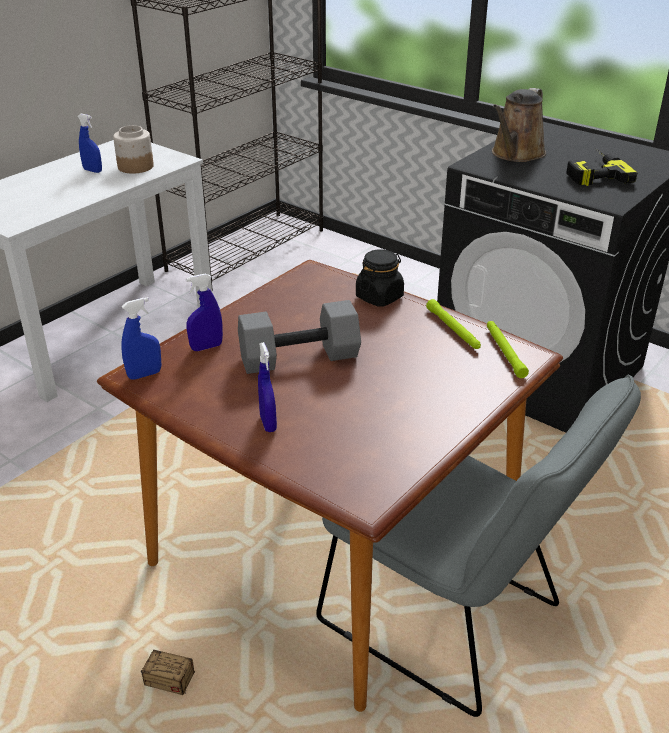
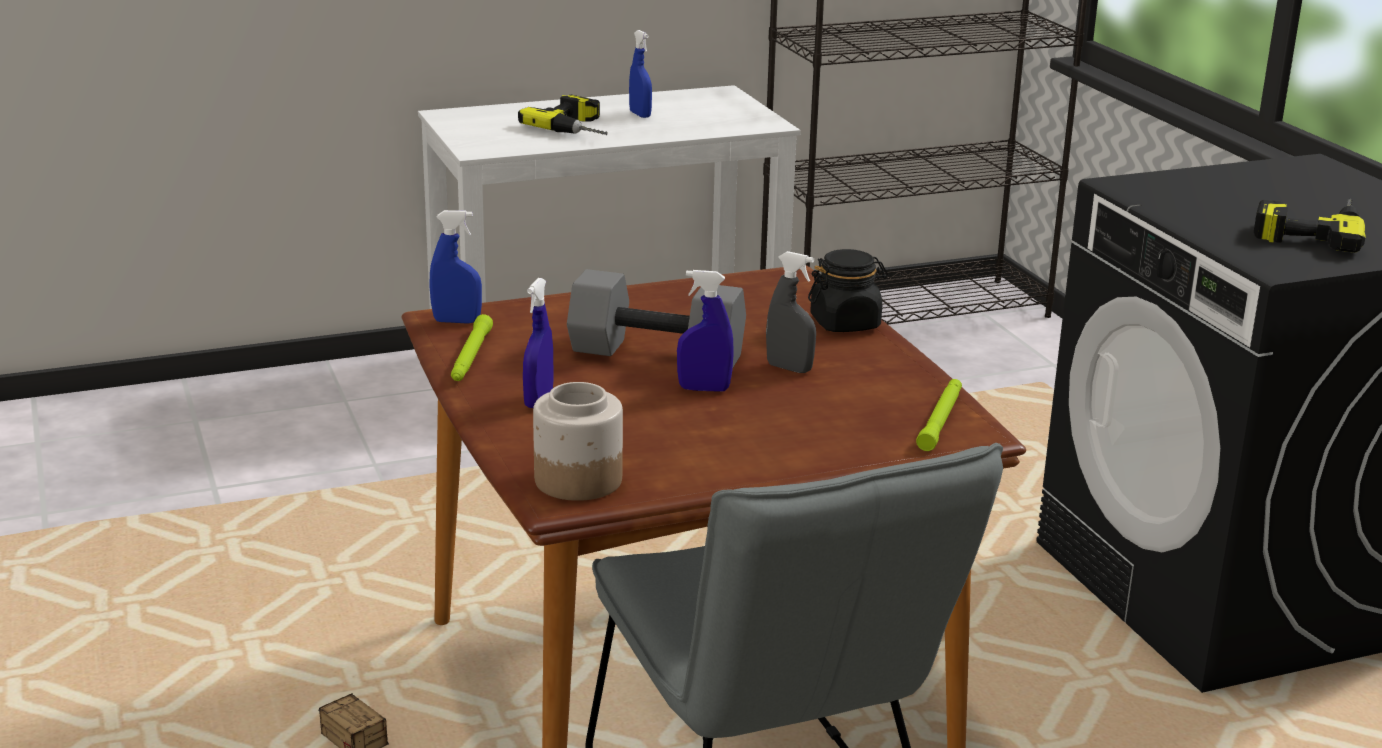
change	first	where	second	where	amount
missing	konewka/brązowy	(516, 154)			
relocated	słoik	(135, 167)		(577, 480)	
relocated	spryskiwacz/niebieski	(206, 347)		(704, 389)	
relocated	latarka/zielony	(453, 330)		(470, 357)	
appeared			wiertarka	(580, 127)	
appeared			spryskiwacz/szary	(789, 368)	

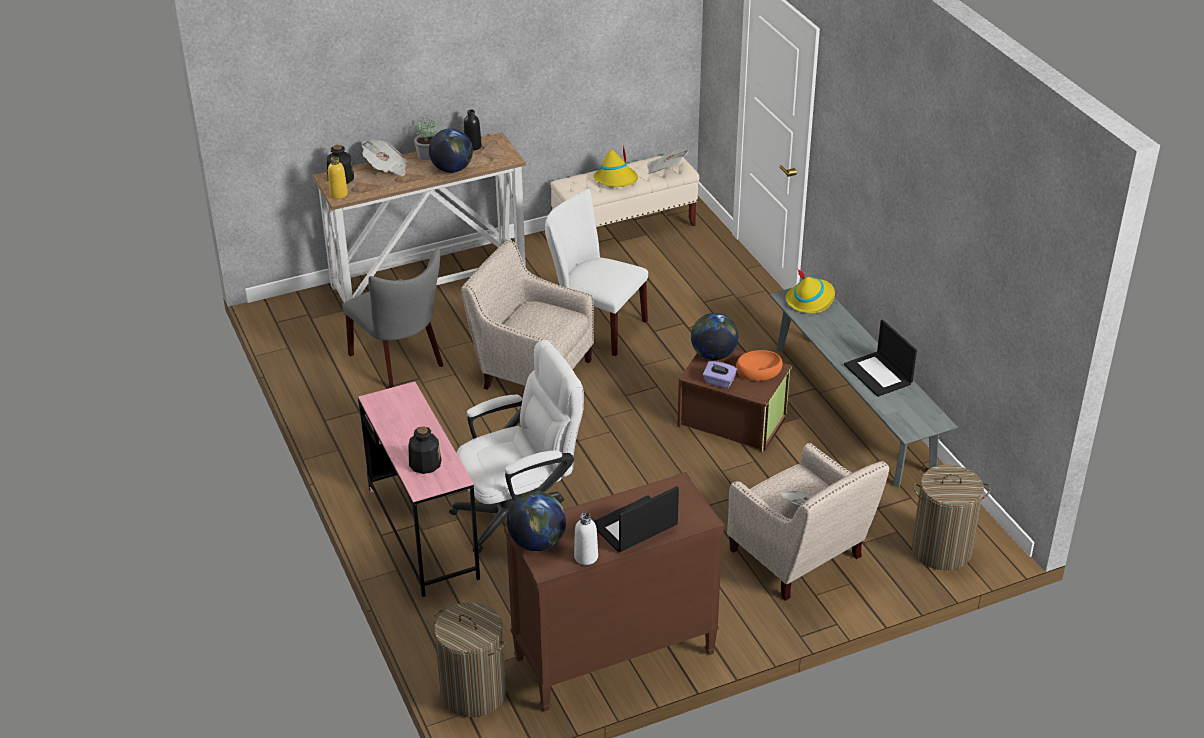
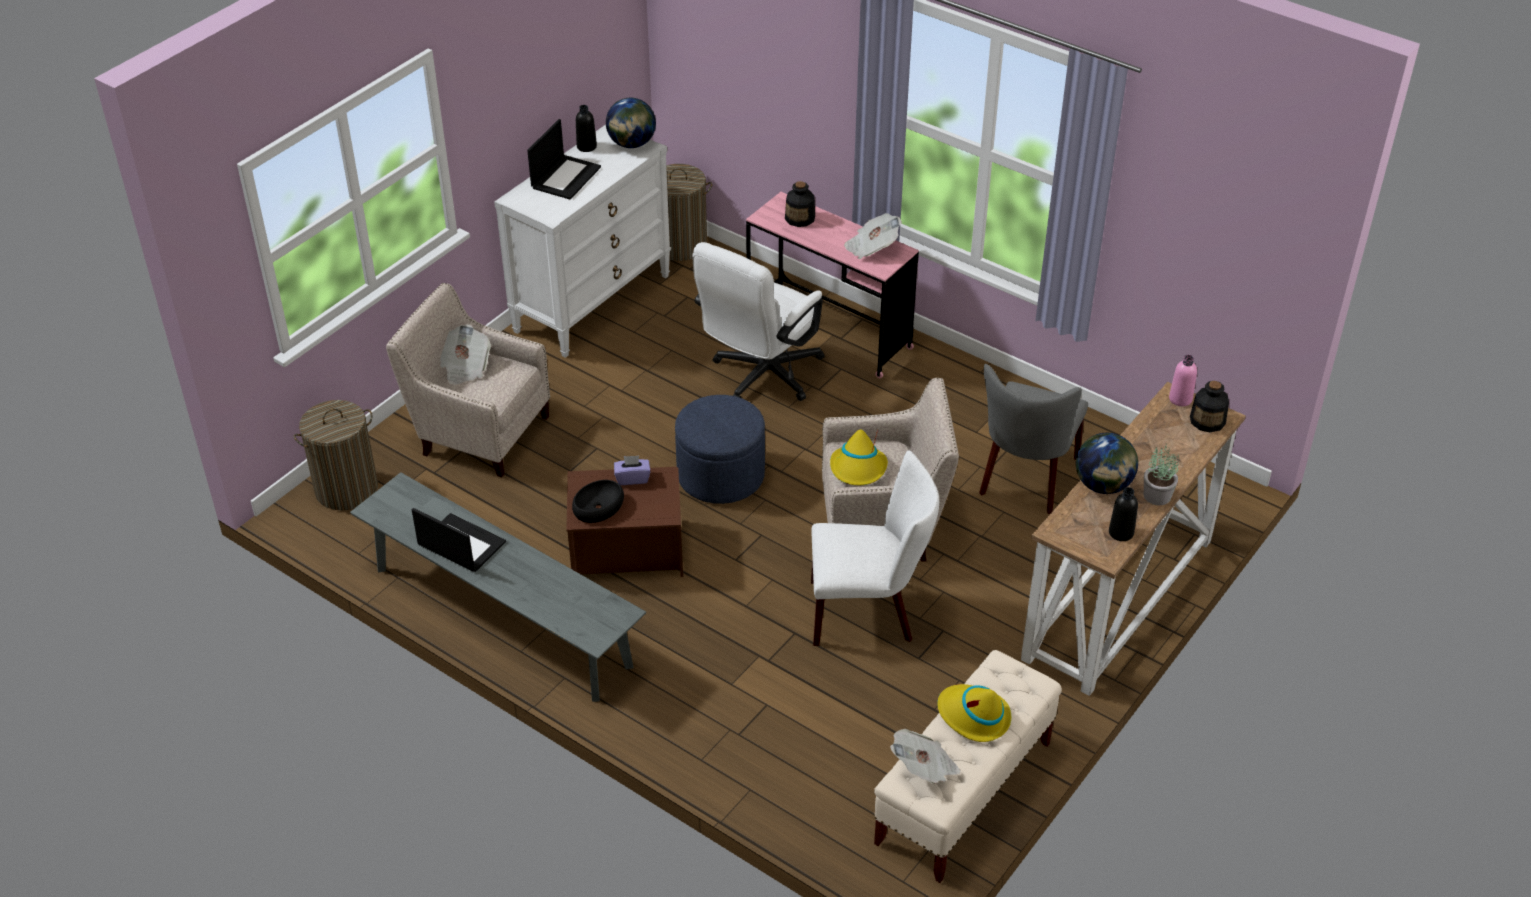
change	first	where	second	where	amount
relocated	gazeta	(386, 168)		(871, 248)	
colour	butelka/żółty	(338, 194)	butelka/różowy	(1180, 399)	
spun	krzesło/szary	(401, 362)		(1026, 480)	90 degrees counterclockwise
relocated	kapelusz/żółty	(810, 300)		(858, 469)	
missing	globus	(713, 355)			
colour	miska/pomarańczowy	(758, 371)	miska/czarny	(598, 507)	
colour	komoda/brązowy	(613, 656)	komoda/biały	(592, 302)	
colour	butelka/biały	(586, 557)	butelka/czarny	(586, 146)	
appeared			pufa/niebieski	(720, 475)	

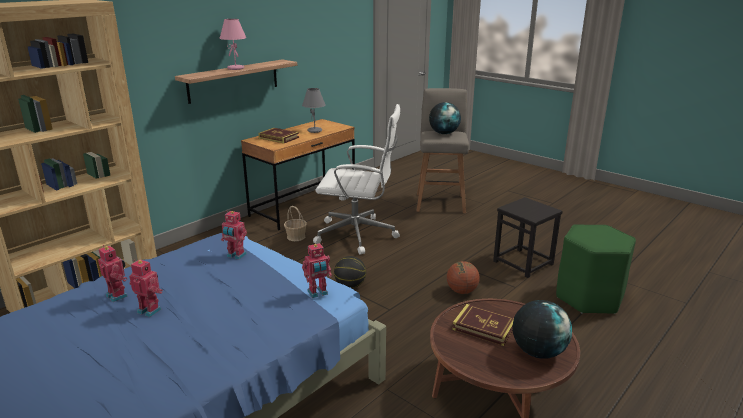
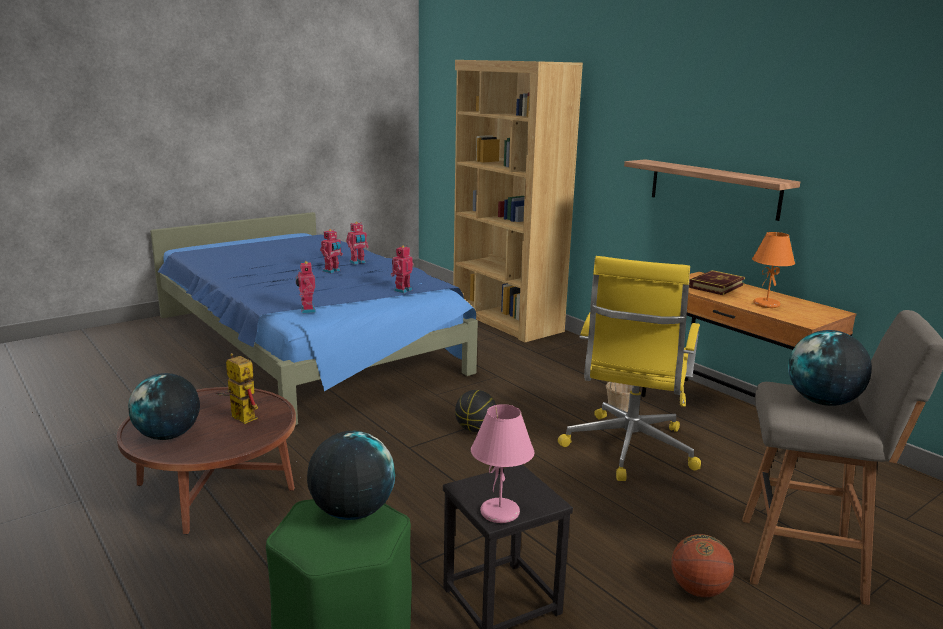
change	first	where	second	where	amount
relocated	lampa stołowa/różowy	(236, 68)		(500, 513)	
colour	lampa stołowa/szary	(315, 131)	lampa stołowa/pomarańczowy	(766, 304)	
colour	krzesło biurowe/biały	(358, 235)	krzesło biurowe/żółty	(628, 450)	
relocated	piłka do koszykówki	(462, 291)		(698, 590)	
exchanged	książka	(484, 327)	robot zabawkowy	(238, 417)	
appeared			globus	(352, 512)	

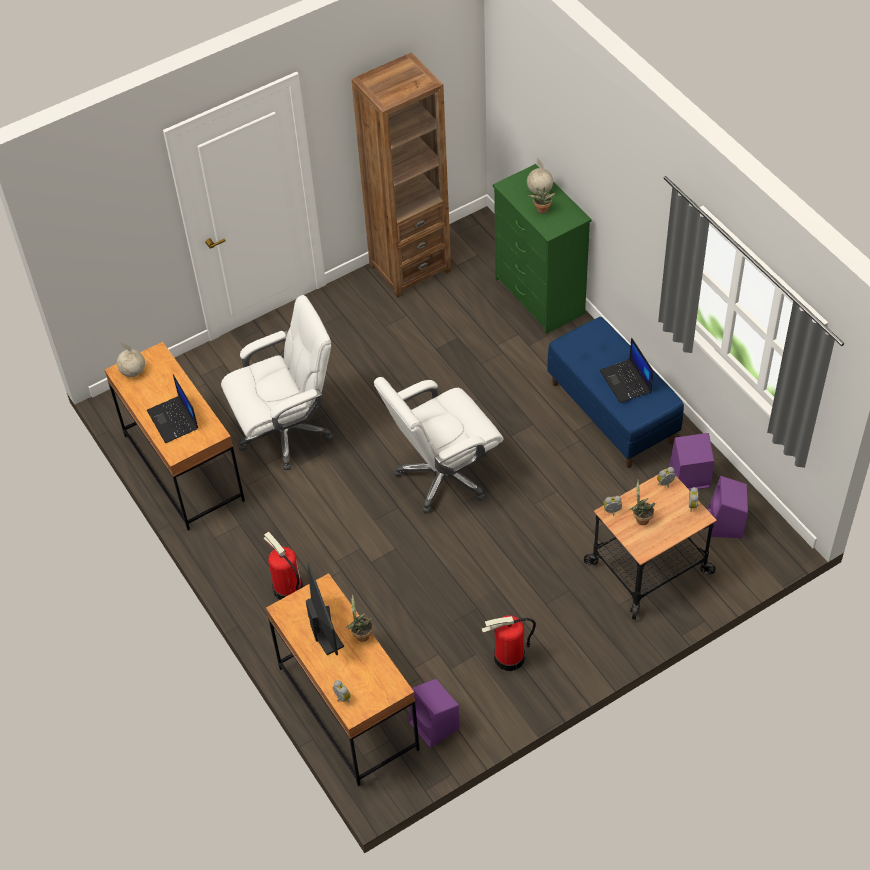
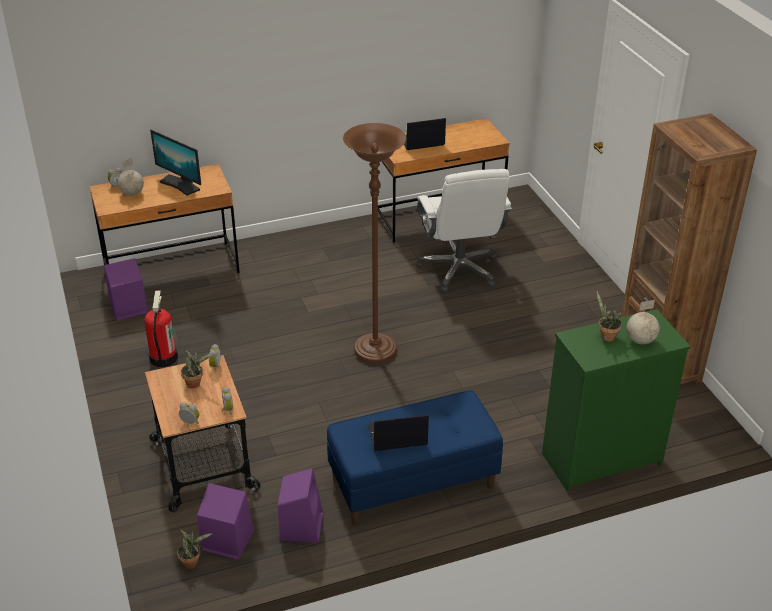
change	first	where	second	where	amount
relocated	globus	(133, 371)		(132, 193)	
exchanged	krzesło biurowe/biały	(443, 476)	lampa stojąca/brązowy	(375, 350)	
missing	gaśnica	(287, 588)			
spun	monitor	(324, 630)		(180, 185)	45 degrees clockwise
relocated	roślina doniczkowa	(361, 634)		(192, 562)	

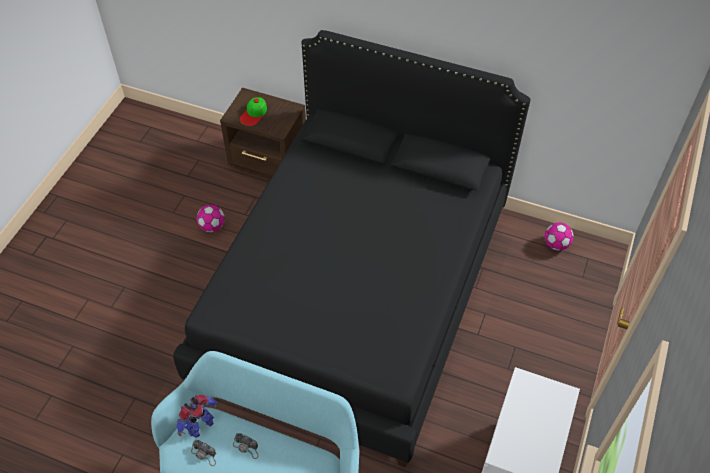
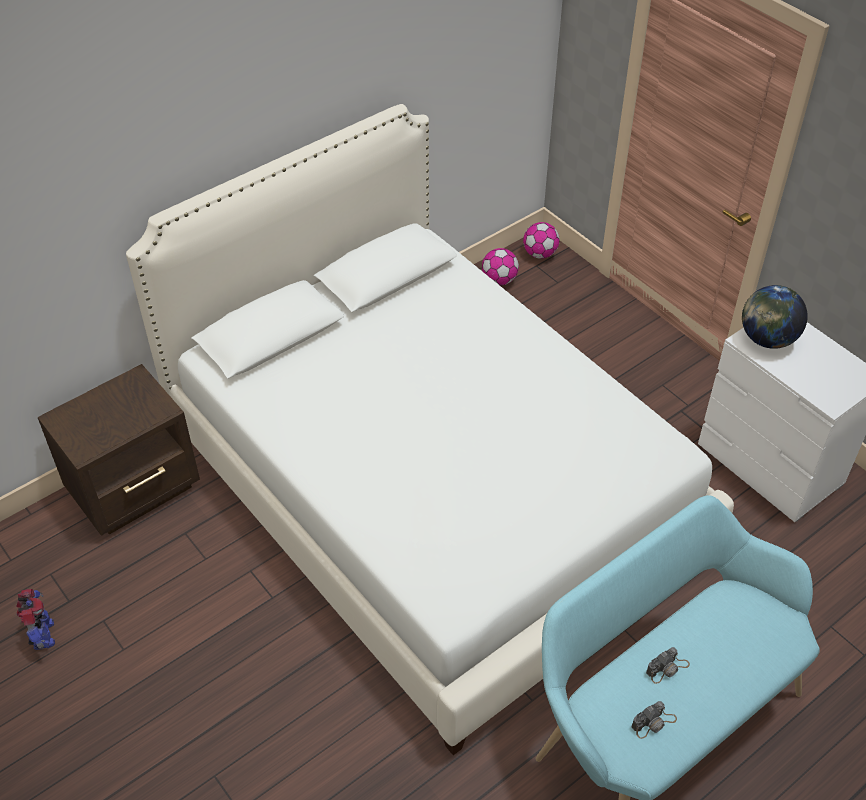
change	first	where	second	where	amount
colour	łóżko/czarny	(355, 293)	łóżko/biały	(433, 493)	
missing	czapka z daszkiem	(254, 114)			
relocated	piłka futbolowa	(212, 226)		(540, 254)	
relocated	robot zabawkowy	(199, 425)		(42, 635)	
appeared			globus	(767, 339)	

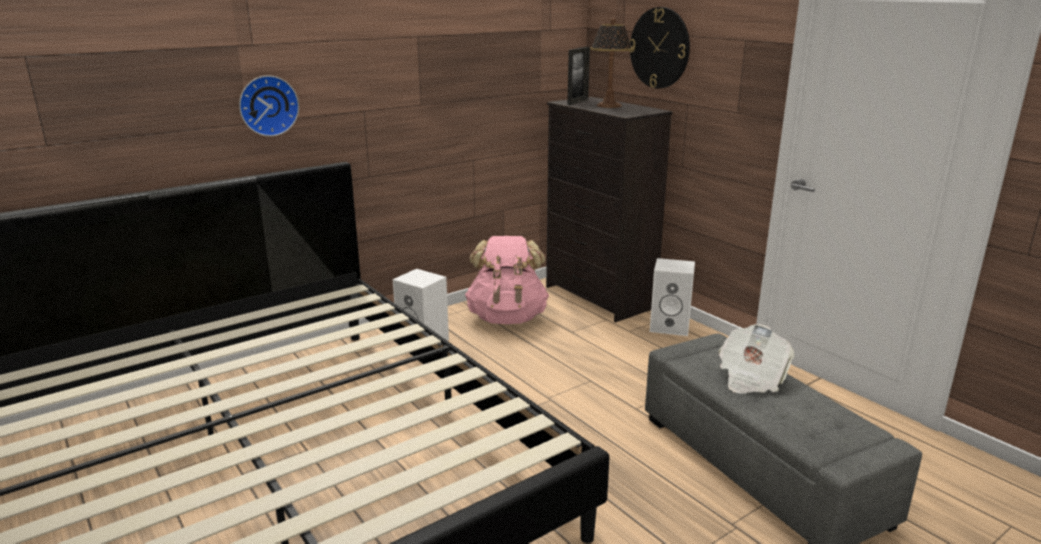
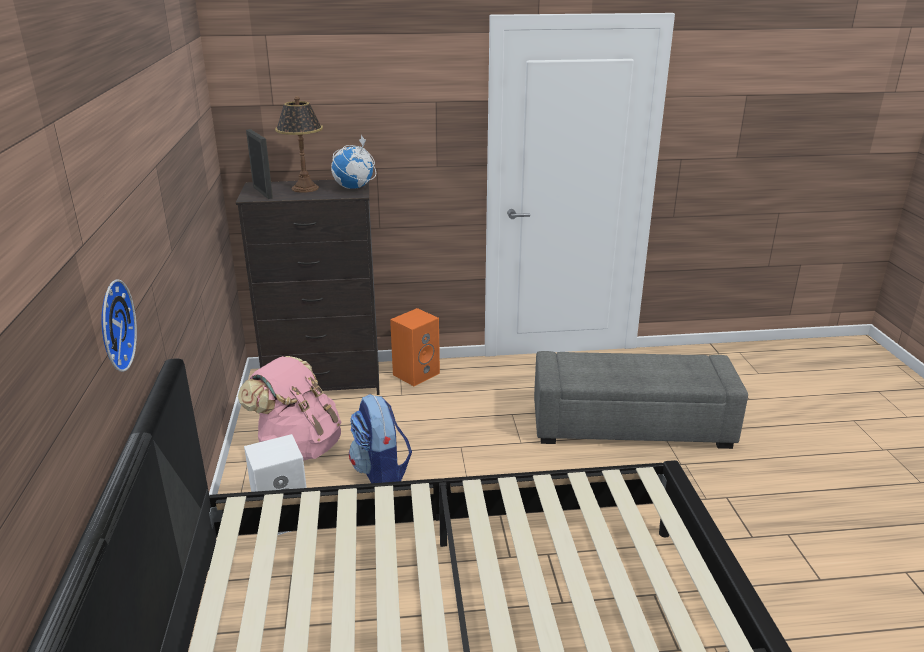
change	first	where	second	where	amount
missing	zegar ścienny	(659, 48)			
colour	głośnik/biały	(670, 326)	głośnik/pomarańczowy	(416, 373)	
missing	gazeta	(751, 377)			
appeared			globus	(354, 188)	
appeared			plecak	(381, 472)	

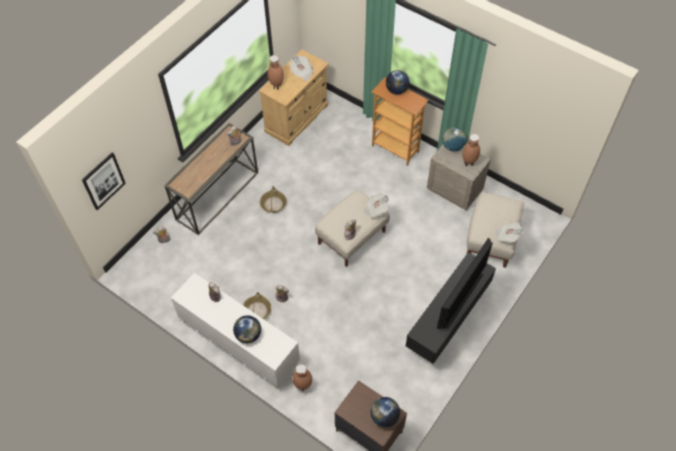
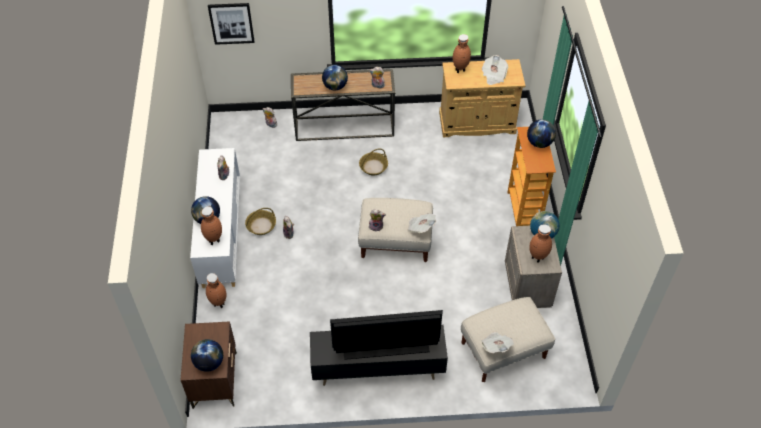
change	first	where	second	where	amount
appeared			globus	(335, 86)	
appeared			wazon/brązowy	(214, 240)	

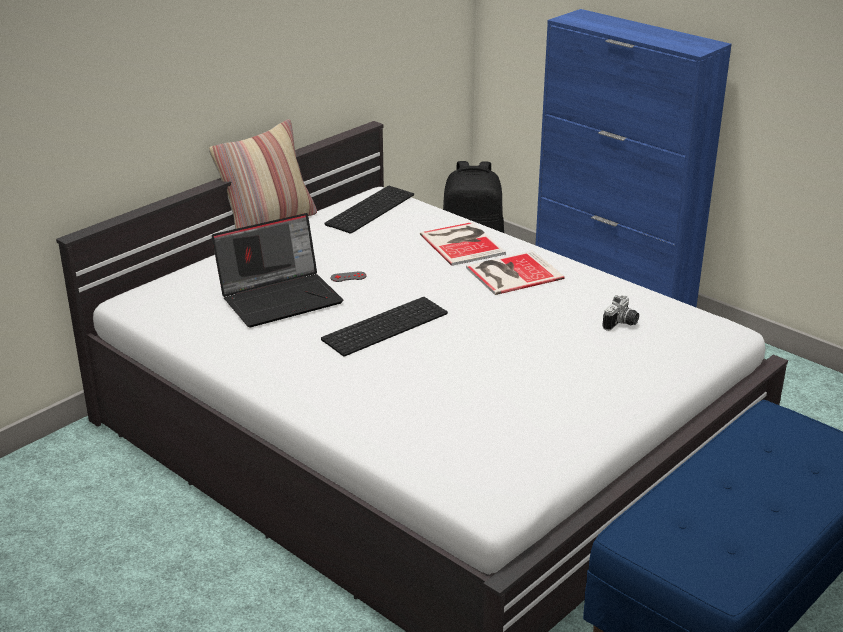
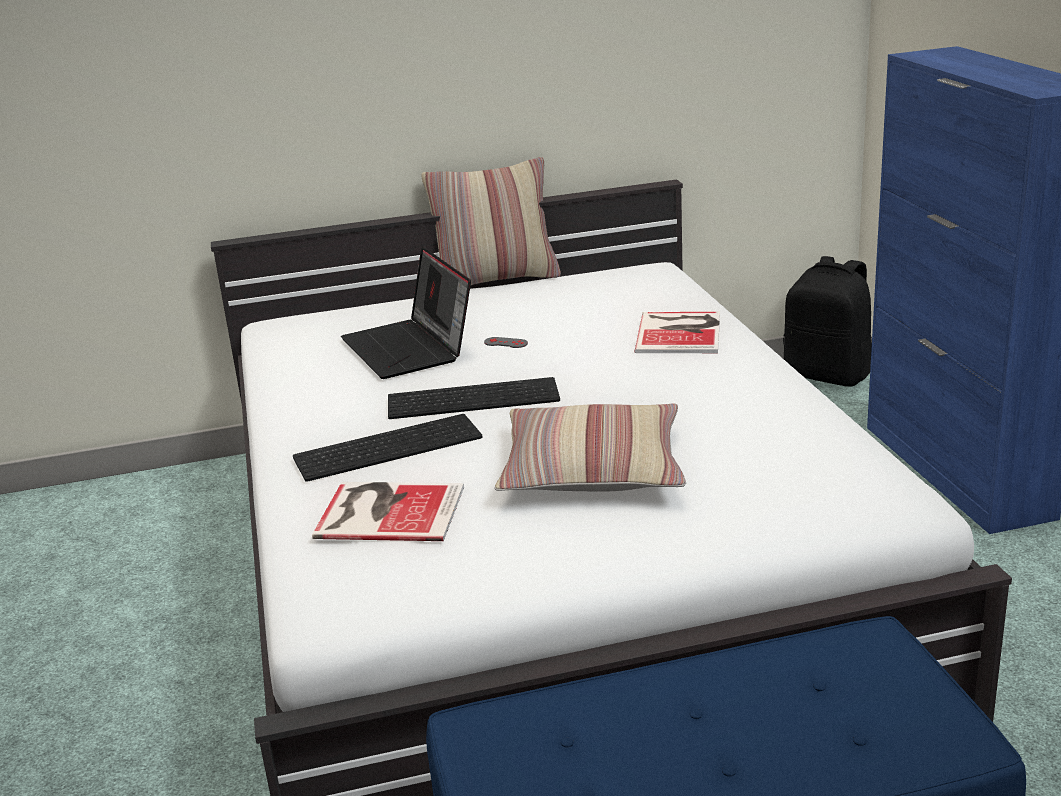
change	first	where	second	where	amount
relocated	klawiatura	(369, 208)		(389, 446)	
spun	laptop	(281, 297)		(410, 349)	60 degrees clockwise
relocated	książka	(511, 273)		(387, 511)	
missing	aparat fotograficzny	(622, 324)			
appeared			poduszka	(593, 469)	

